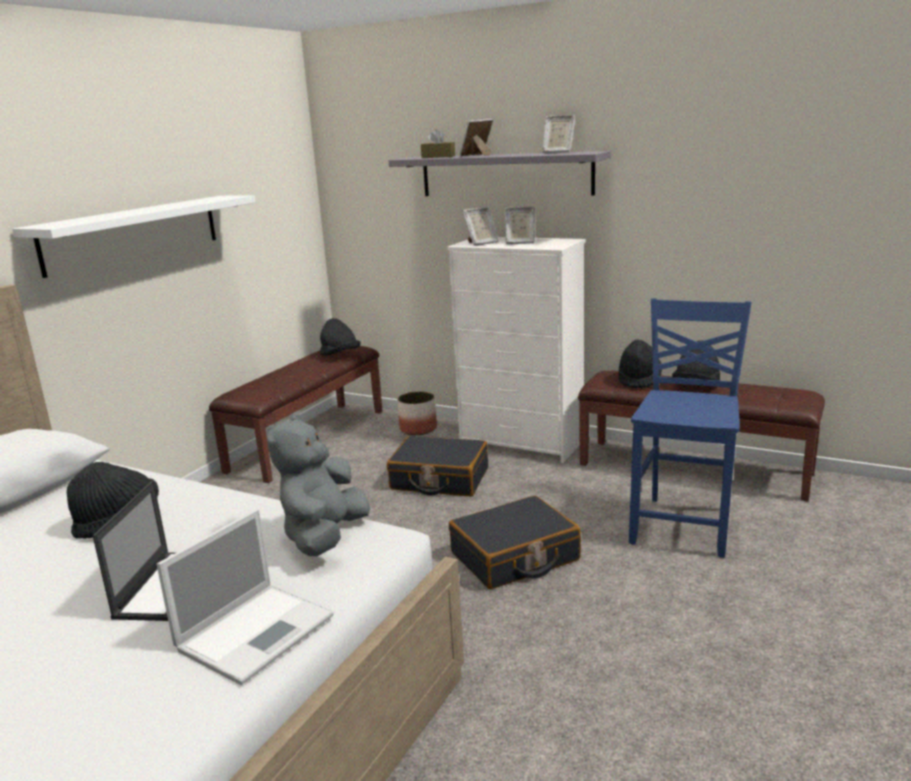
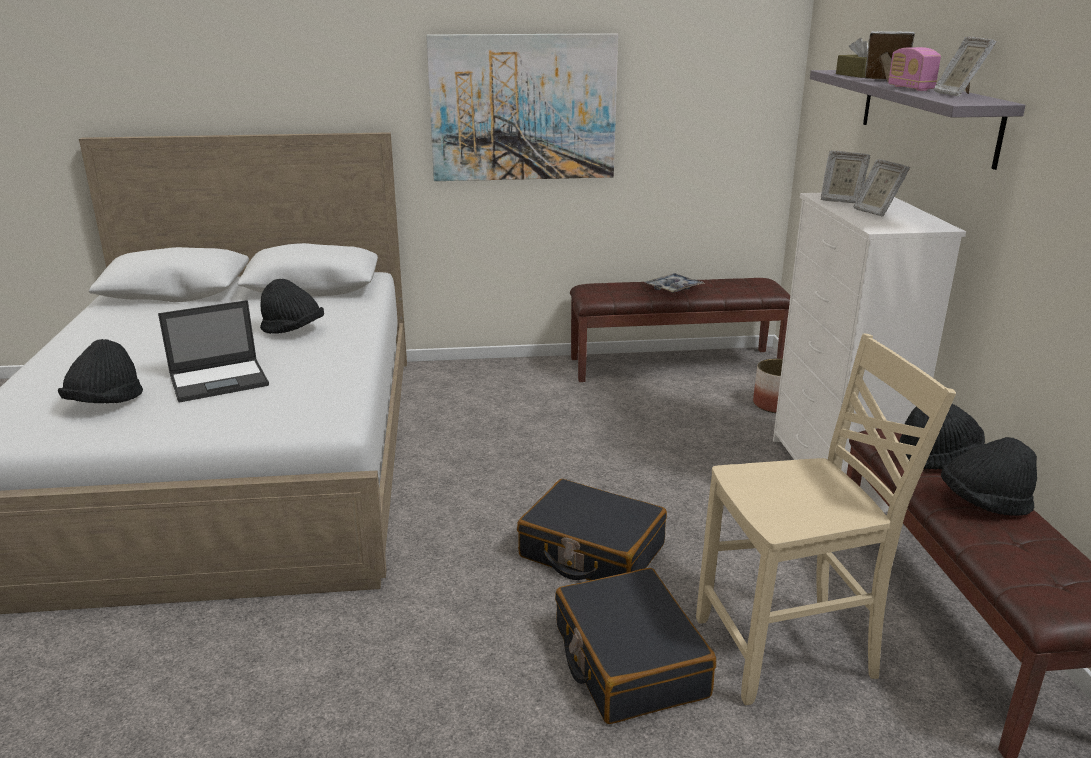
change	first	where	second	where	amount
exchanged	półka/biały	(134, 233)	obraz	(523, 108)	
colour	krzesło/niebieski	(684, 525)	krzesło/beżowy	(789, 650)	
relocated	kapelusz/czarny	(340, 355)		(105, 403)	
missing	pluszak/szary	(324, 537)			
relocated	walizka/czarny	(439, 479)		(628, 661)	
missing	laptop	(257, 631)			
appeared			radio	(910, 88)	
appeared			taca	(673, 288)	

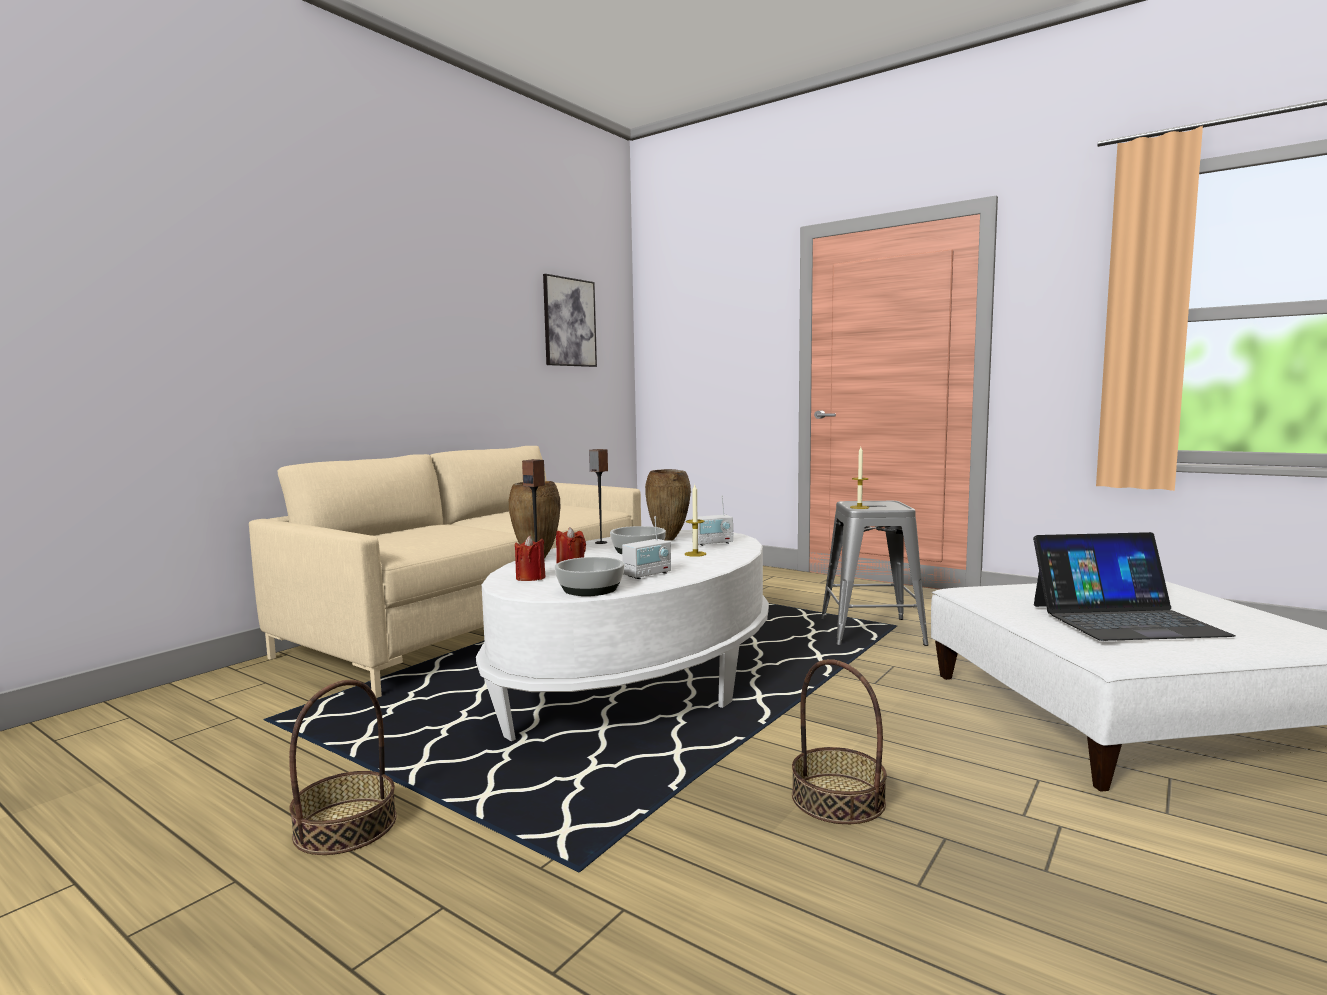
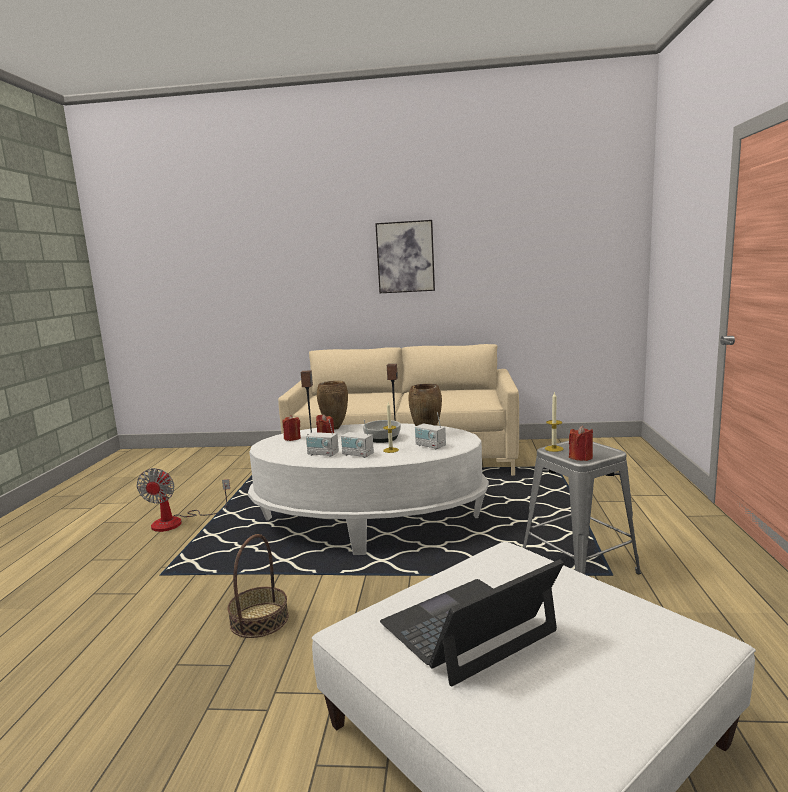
change	first	where	second	where	amount
relocated	obraz	(569, 322)		(405, 257)	
spun	laptop	(1124, 619)		(468, 628)	90 degrees clockwise
missing	miska	(590, 589)			
exchanged	koszyk	(345, 826)	wentylator	(178, 521)	
appeared			radio	(358, 455)	
appeared			świeca/czerwony	(580, 457)	

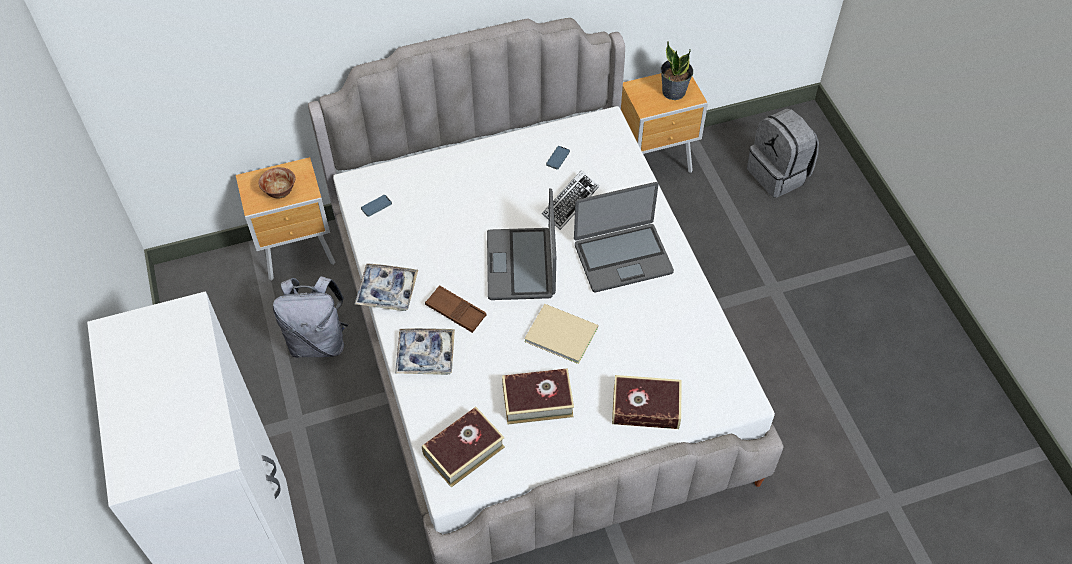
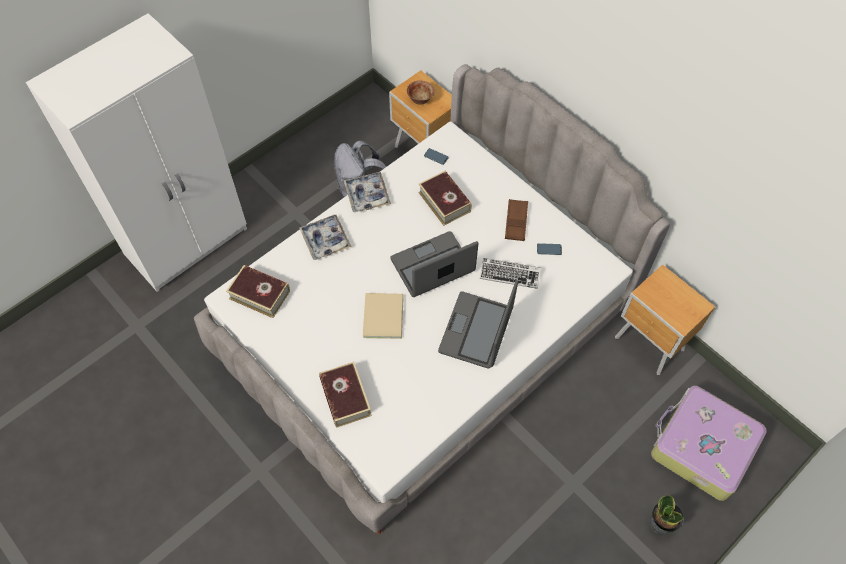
change	first	where	second	where	amount
relocated	roślina doniczkowa	(673, 91)		(660, 523)	
exchanged	plecak/szary	(779, 174)	walizka	(701, 447)	
spun	laptop	(622, 257)		(476, 331)	60 degrees clockwise
relocated	taca/brązowy	(456, 311)		(516, 222)	
relocated	książka	(537, 401)		(444, 202)	

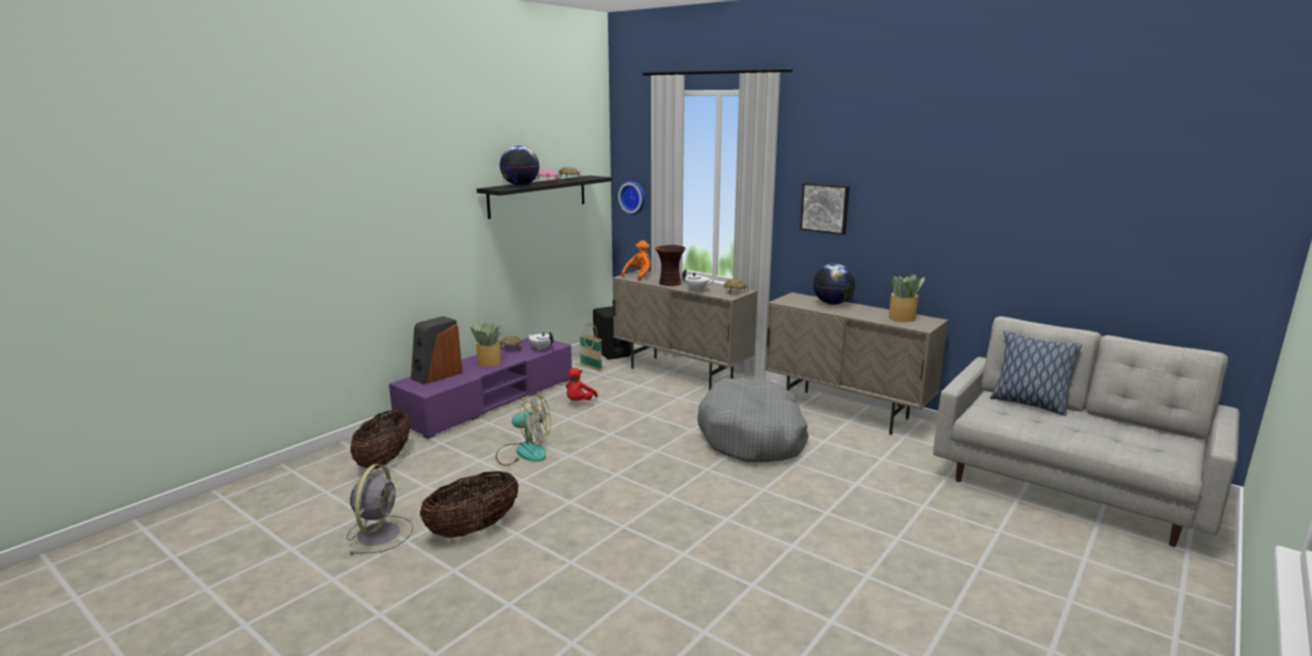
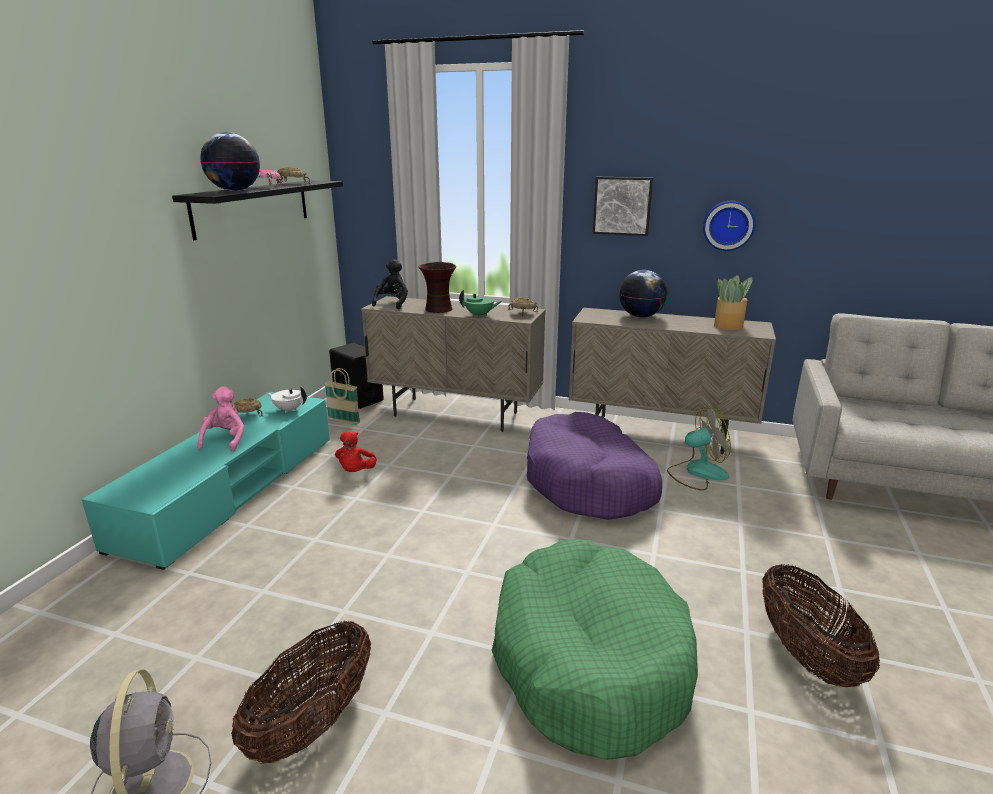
change	first	where	second	where	amount
relocated	zegar ścienny	(633, 197)		(728, 225)	
colour	pluszak/pomarańczowy	(639, 276)	pluszak/czarny	(392, 304)	
colour	imbryk/biały	(697, 291)	imbryk/zielony	(479, 315)	
missing	głośnik	(436, 375)			
exchanged	roślina doniczkowa	(489, 362)	pluszak/różowy	(226, 440)	
missing	poduszka	(1028, 404)			
colour	szafka pod telewizor/fioletowy	(489, 400)	szafka pod telewizor/turkusowy	(231, 489)	
colour	legowisko/szary	(753, 436)	legowisko/fioletowy	(589, 483)	
relocated	wentylator	(523, 452)		(697, 473)	
relocated	koszyk	(384, 460)		(806, 655)	
appeared			legowisko/zielony	(588, 660)	

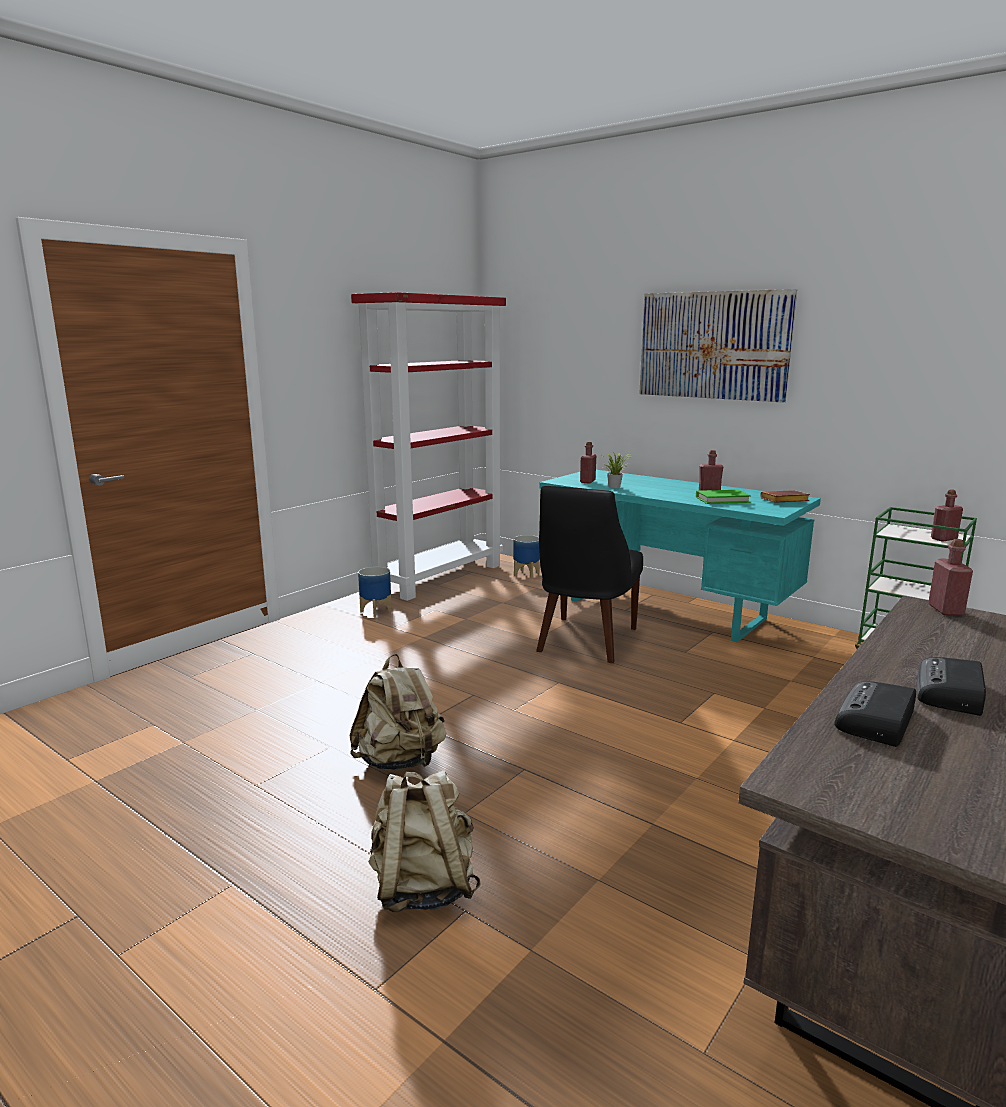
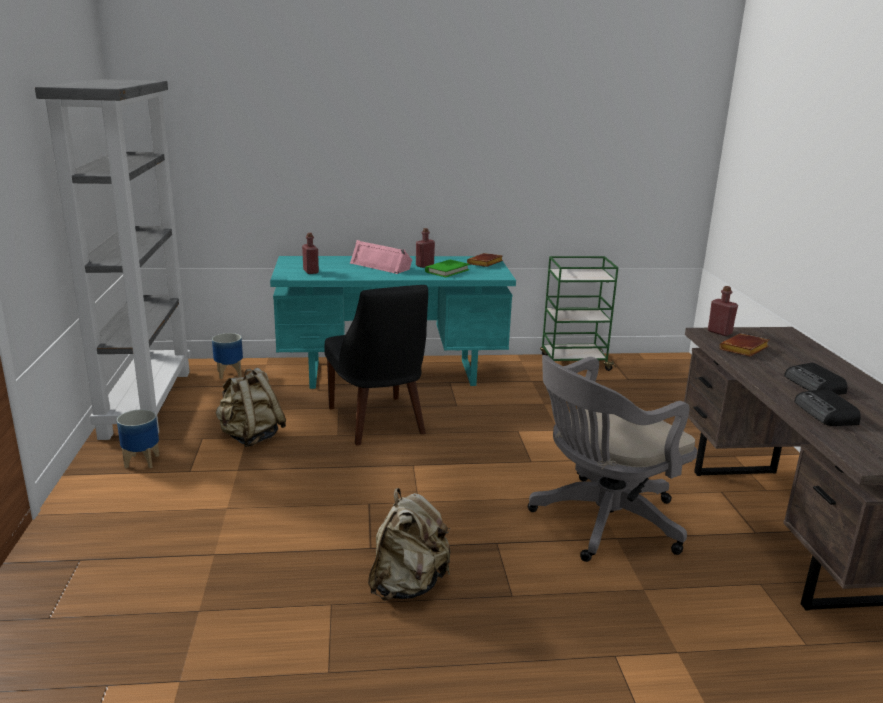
change	first	where	second	where	amount
missing	obraz	(713, 345)			
colour	regał/czerwony	(439, 577)	regał/szary	(146, 402)	
missing	roślina doniczkowa	(615, 486)			
missing	butelka/czerwony	(943, 539)			
relocated	plecak/beżowy	(423, 887)		(251, 437)	
appeared			głośnik/różowy	(381, 266)	
appeared			książka/brązowy	(744, 350)	
appeared			krzesło biurowe/szary	(601, 522)	

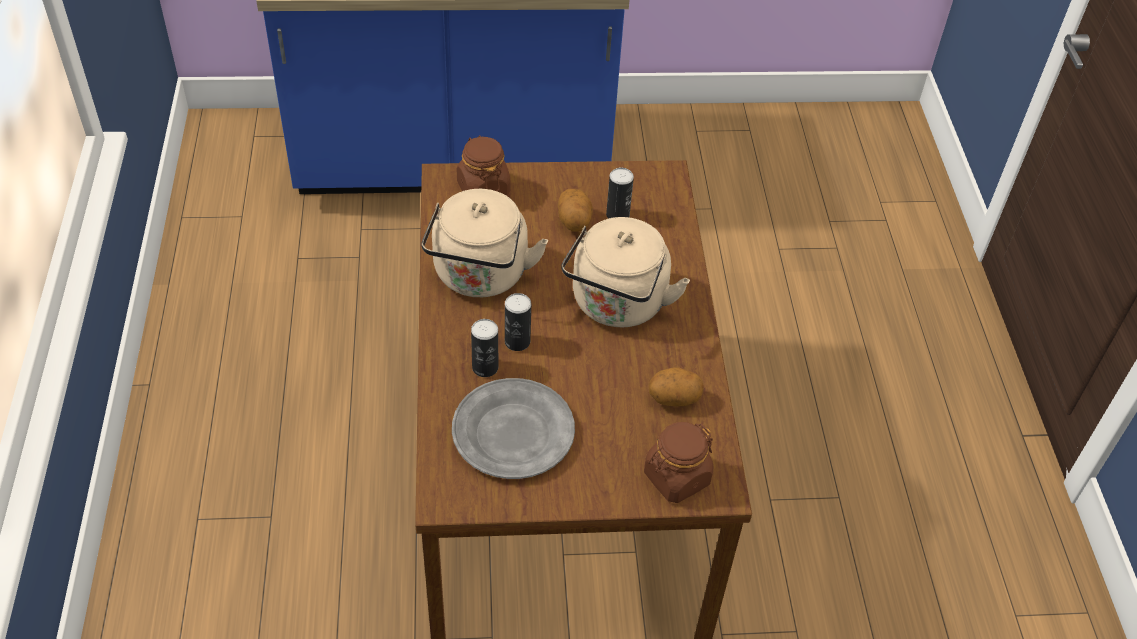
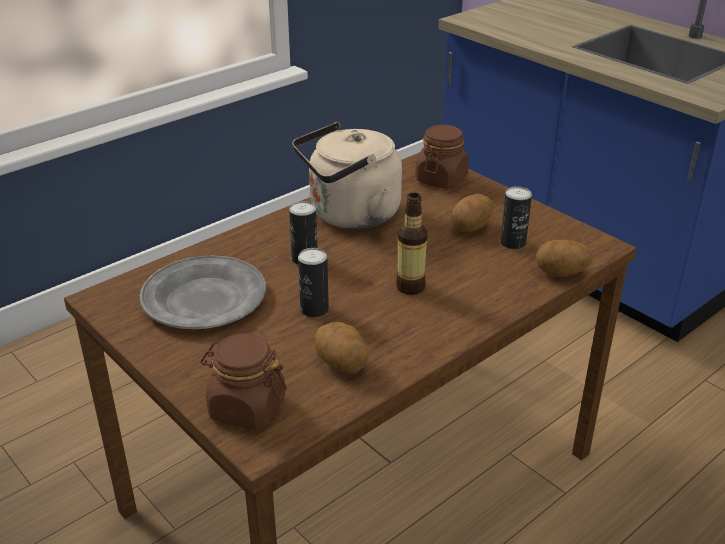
change	first	where	second	where	amount
exchanged	czajnik/beżowy	(617, 306)	butelka	(410, 287)	
relocated	puszka	(485, 367)		(314, 309)	
appeared			ziemniak	(561, 274)	

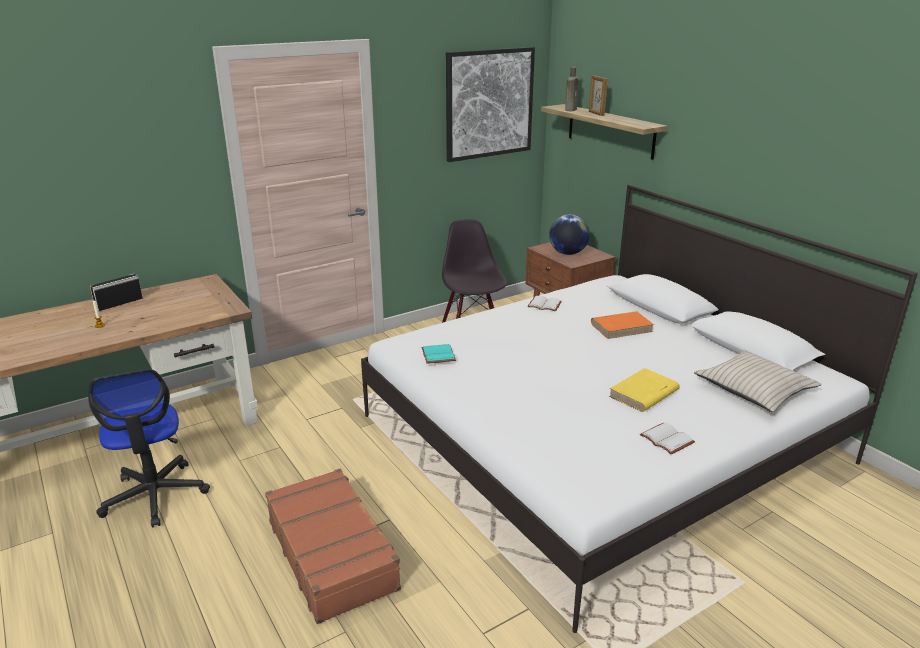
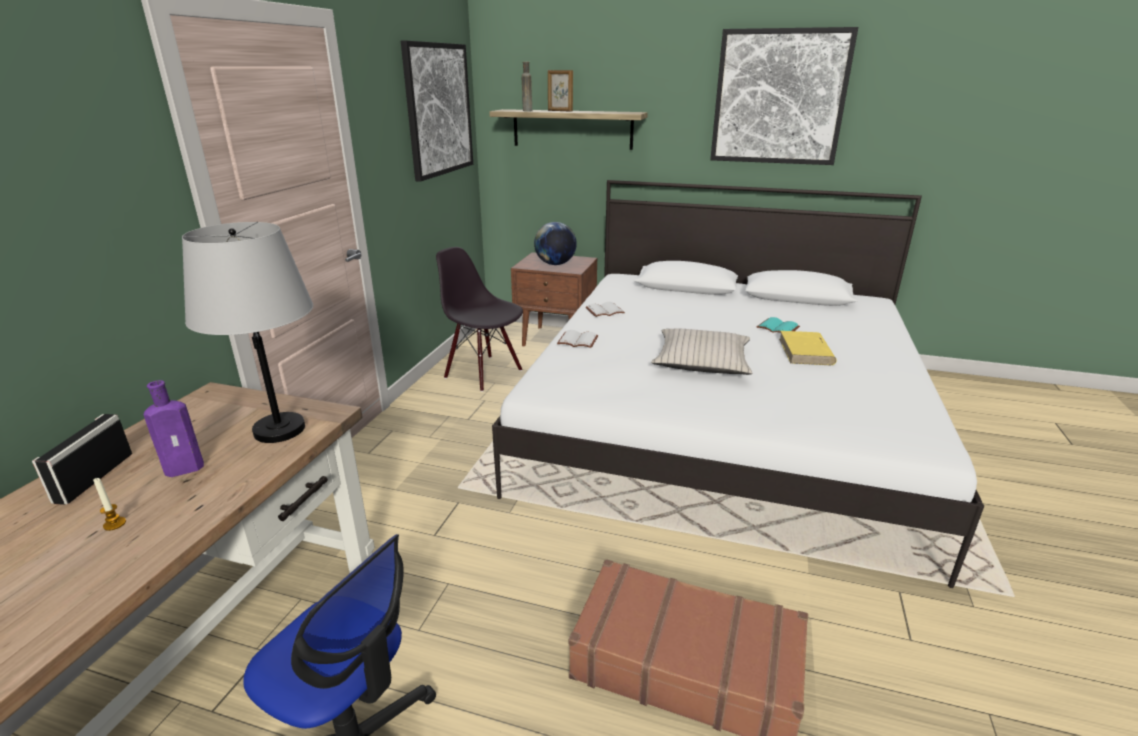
change	first	where	second	where	amount
missing	książka/pomarańczowy	(622, 327)			
relocated	książka/turkusowy	(437, 355)		(776, 328)	
relocated	poduszka/beżowy	(754, 390)		(701, 362)	
relocated	książka/biały	(665, 439)		(577, 341)	
appeared			obraz	(779, 98)	
appeared			lampa stołowa/szary	(279, 430)	
appeared			butelka/fioletowy	(187, 468)	

